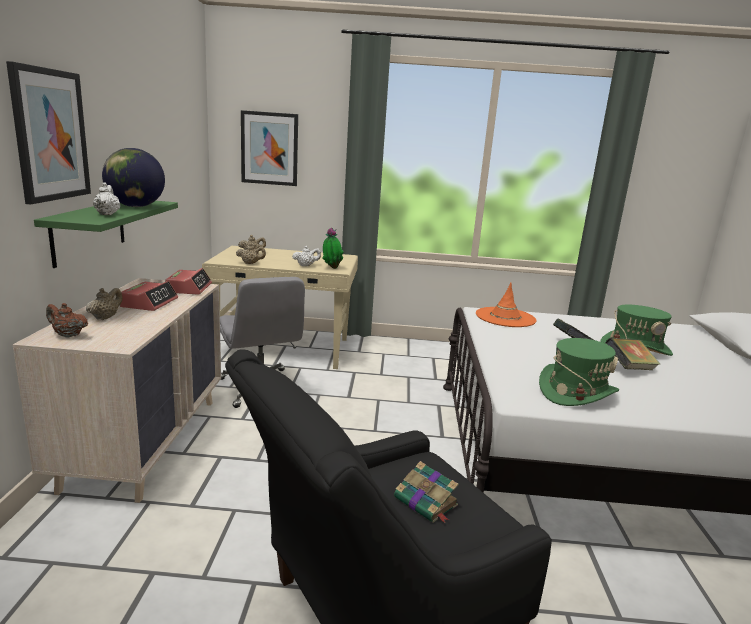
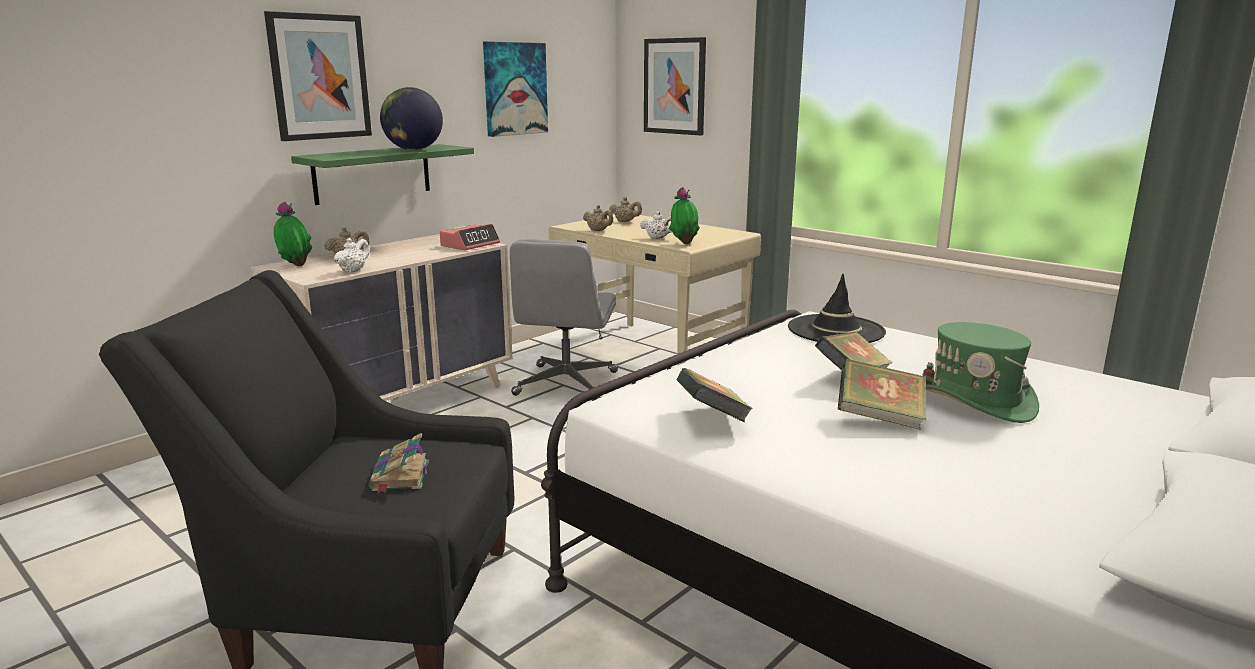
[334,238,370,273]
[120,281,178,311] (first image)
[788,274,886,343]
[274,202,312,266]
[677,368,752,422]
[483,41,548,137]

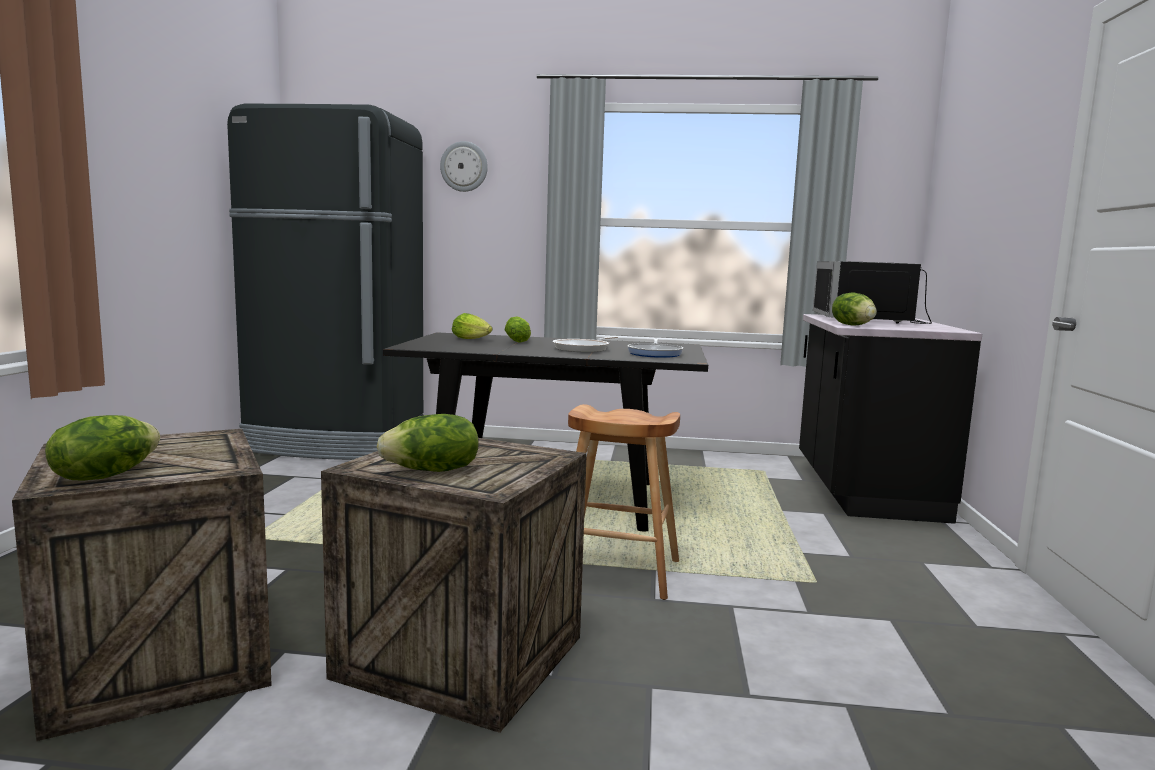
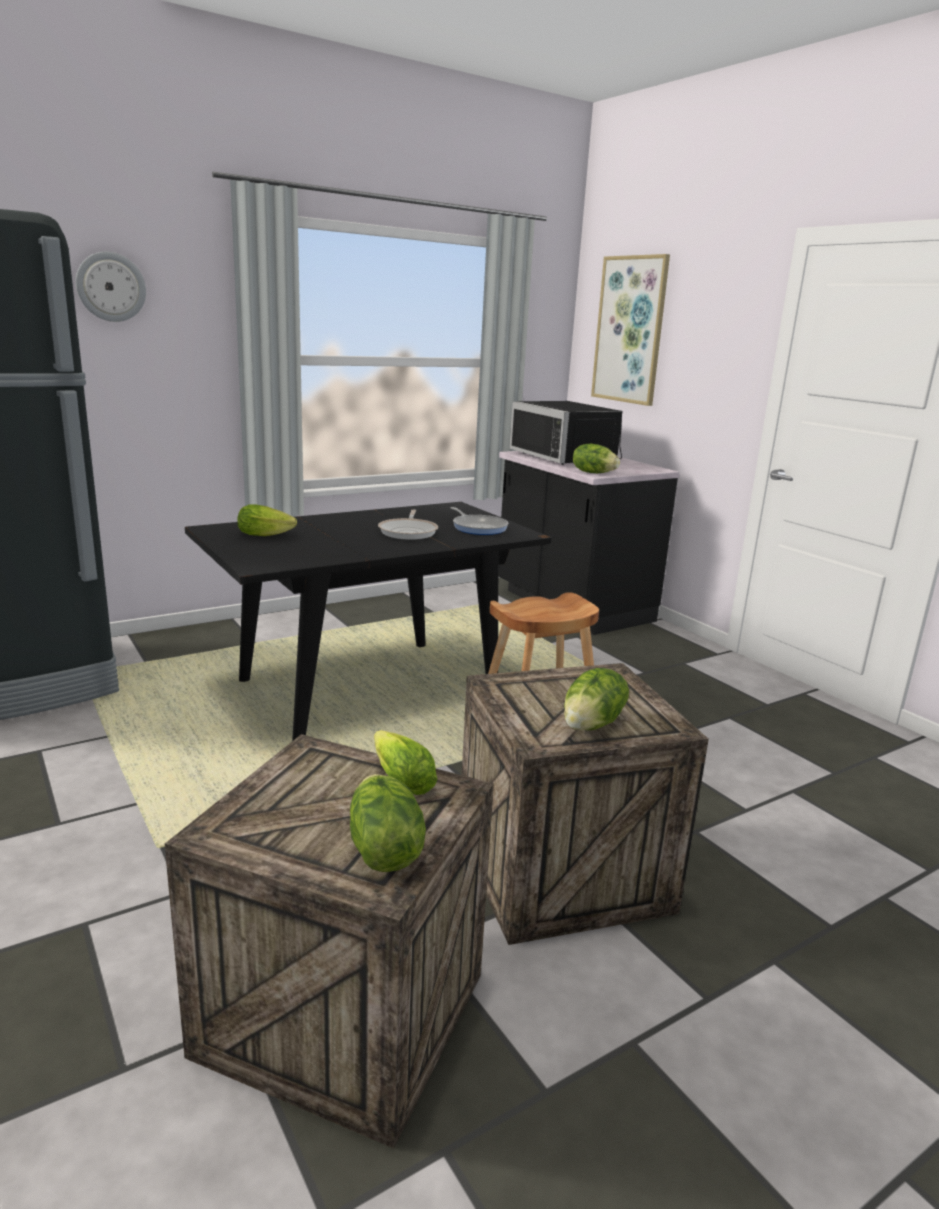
[374,730,438,795]
[591,254,670,406]

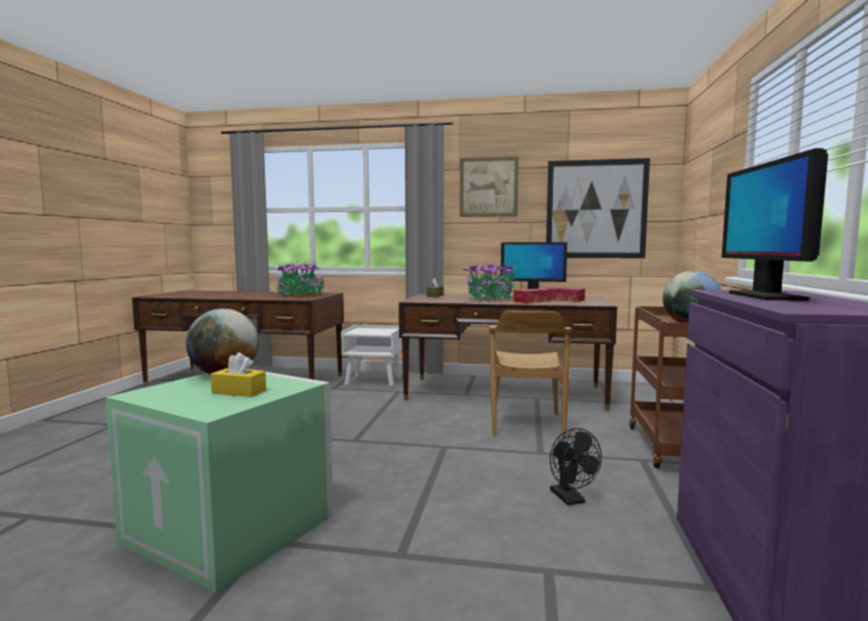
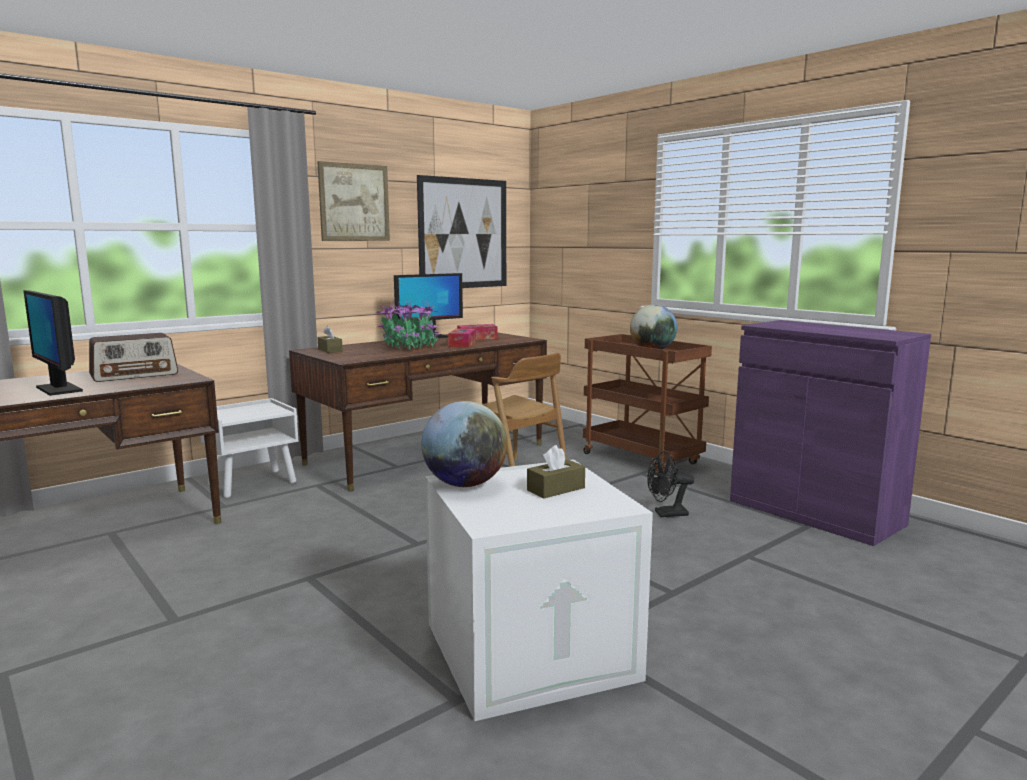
[23,290,83,396]
[89,333,178,382]
[527,445,585,498]
[425,459,653,721]
[647,451,694,517]

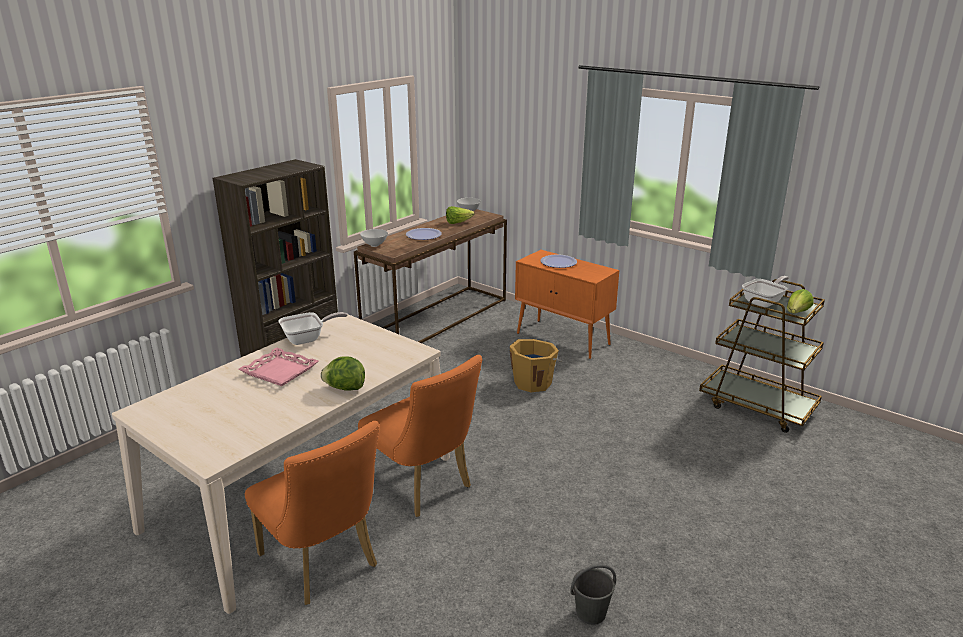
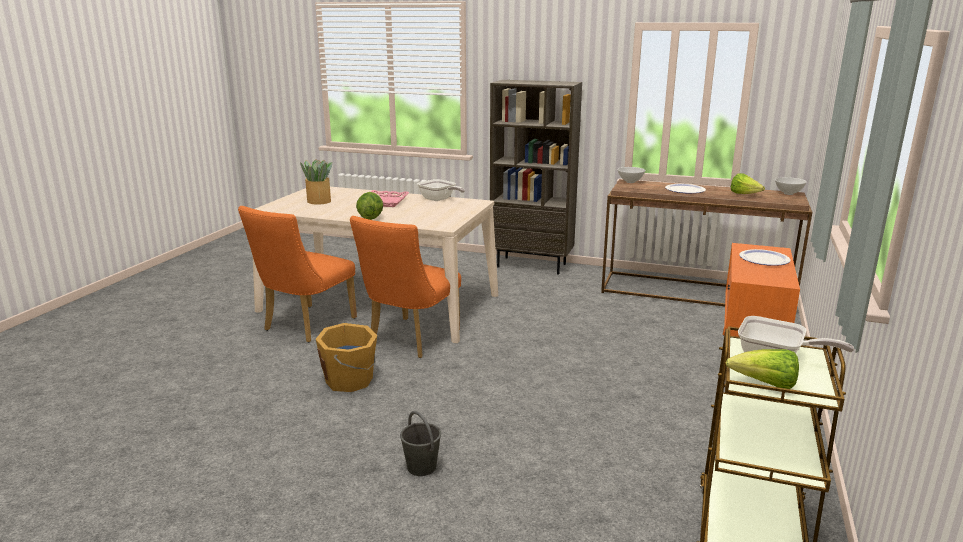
[316,323,377,392]
[400,411,441,476]
[300,159,332,204]

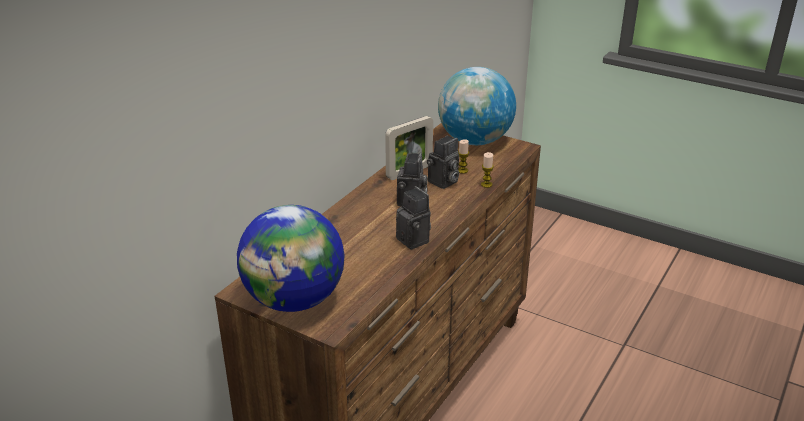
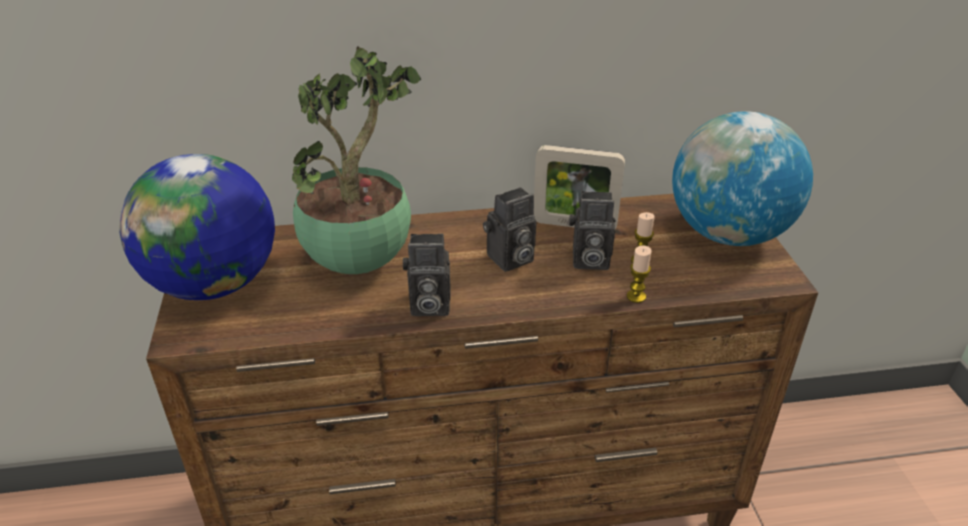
[403,234,451,316]
[292,47,421,274]

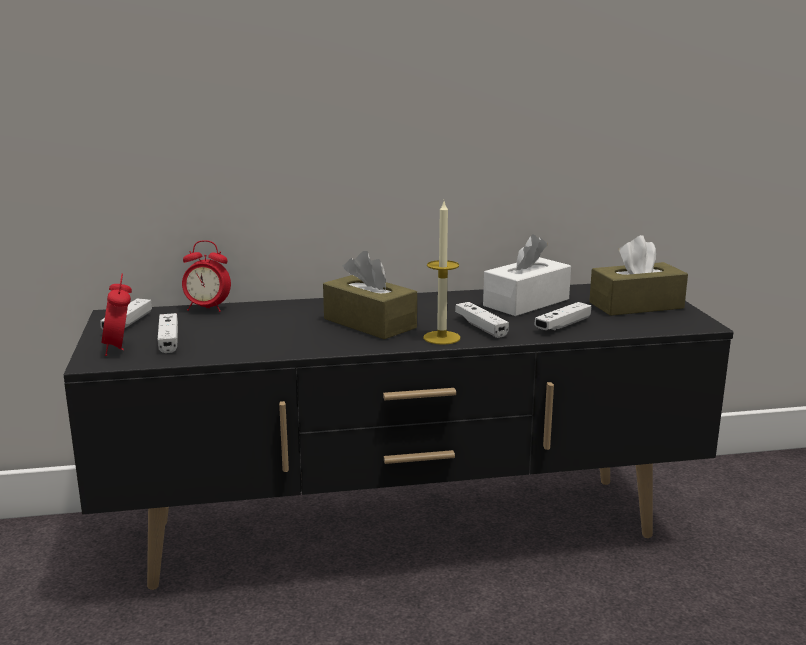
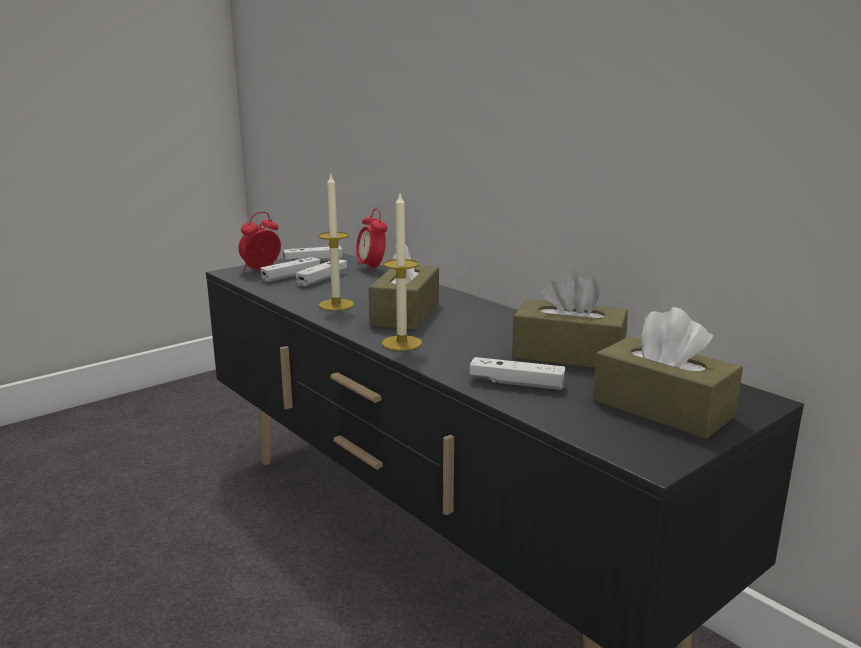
[512,270,628,368]
[296,259,347,286]
[318,175,354,311]

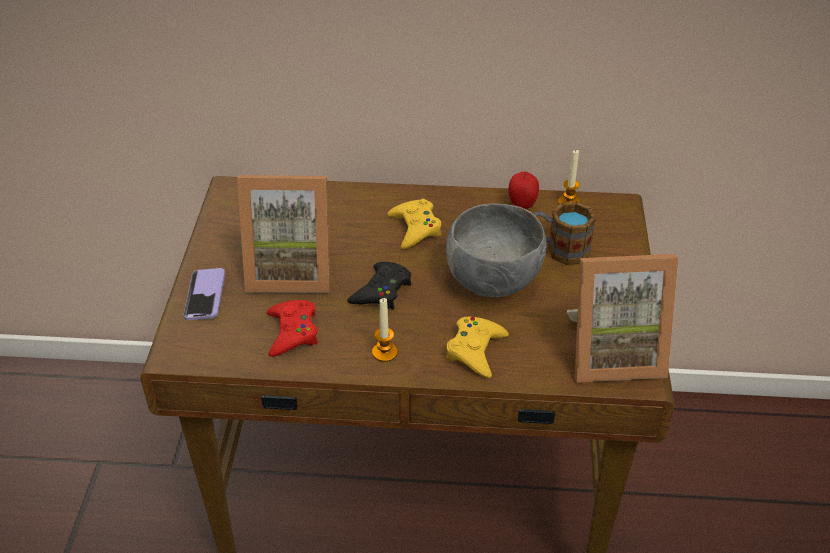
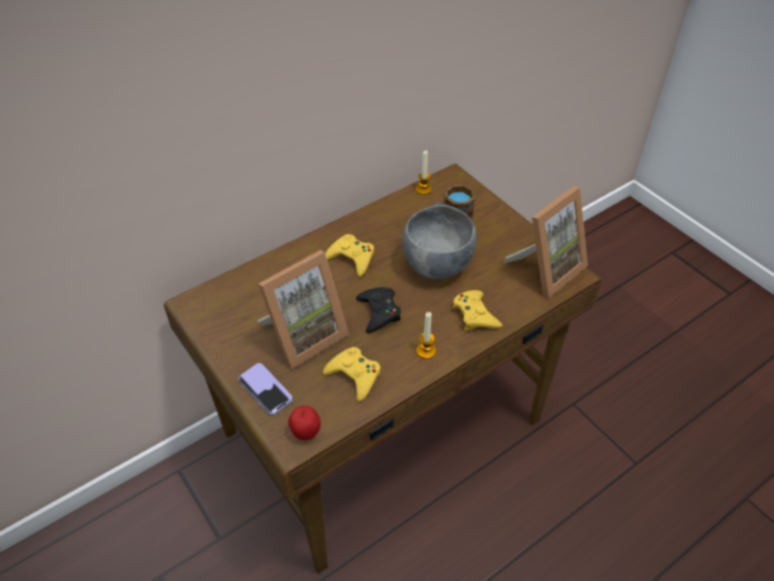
[288,406,321,440]
[323,347,381,402]

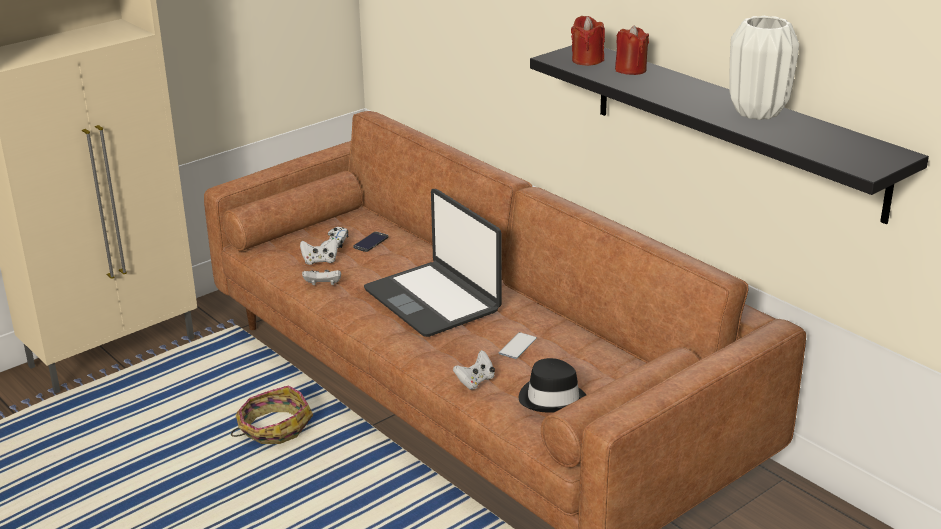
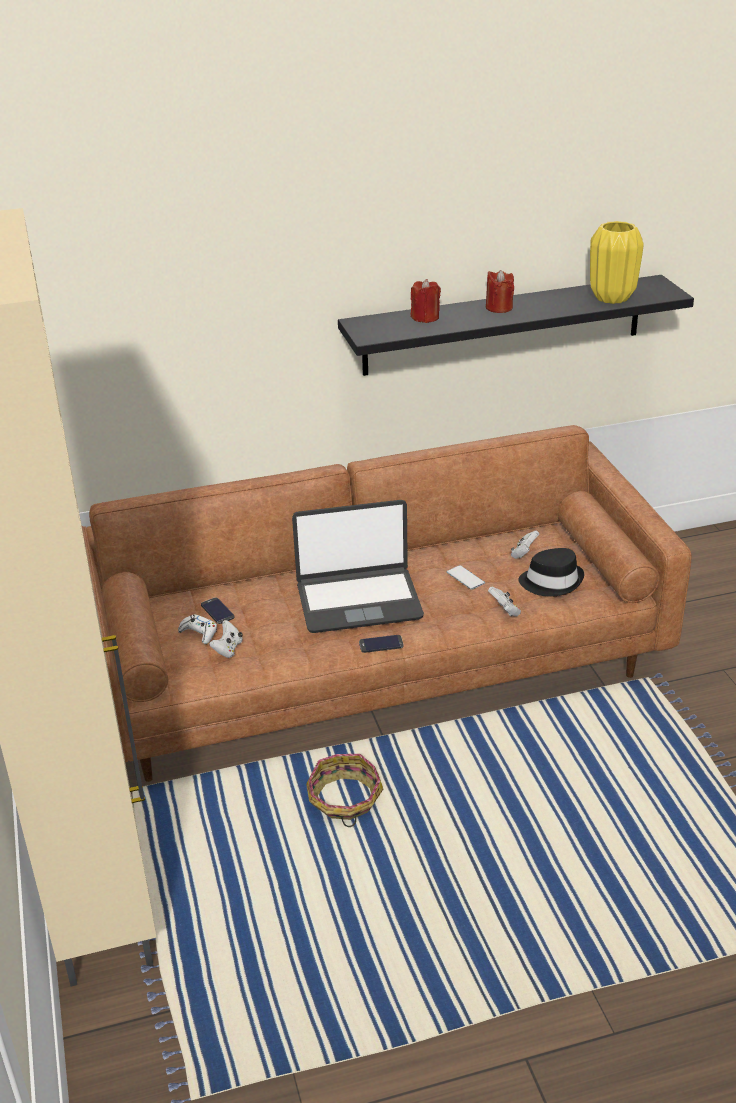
[486,270,514,313]
[729,16,799,120] (first image)
[511,530,539,559]
[590,221,644,304]
[359,635,404,653]

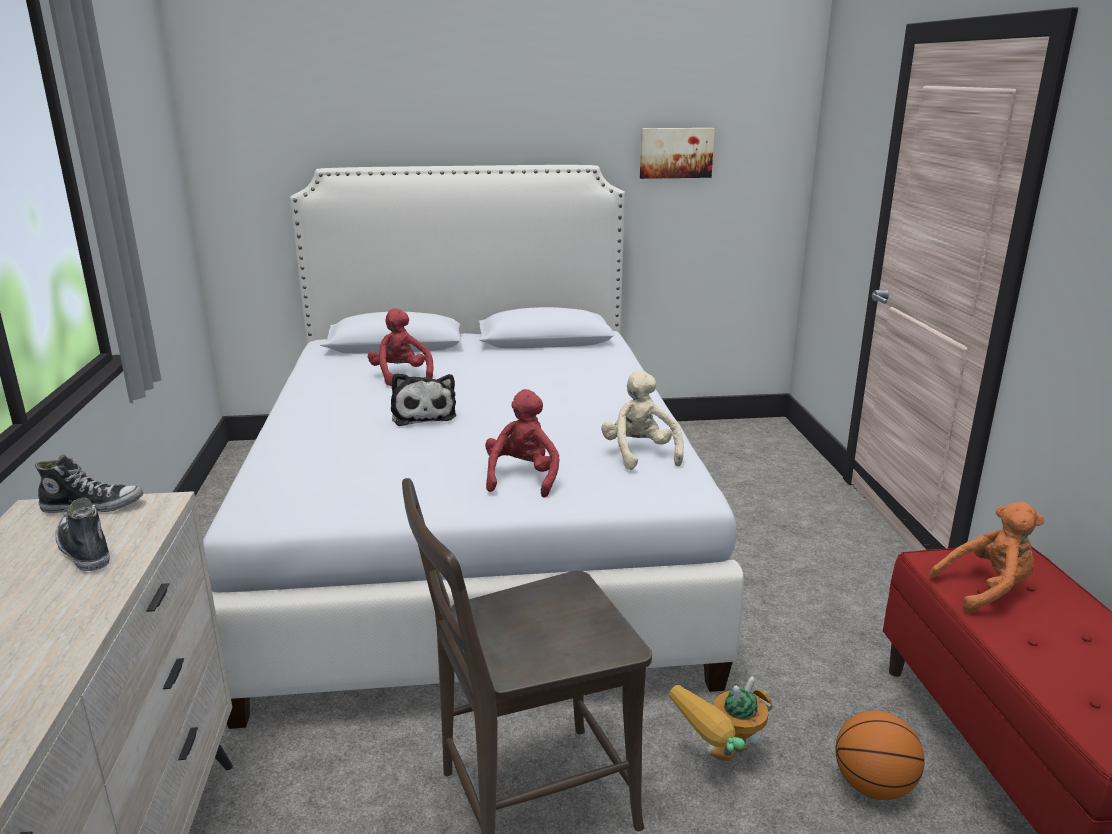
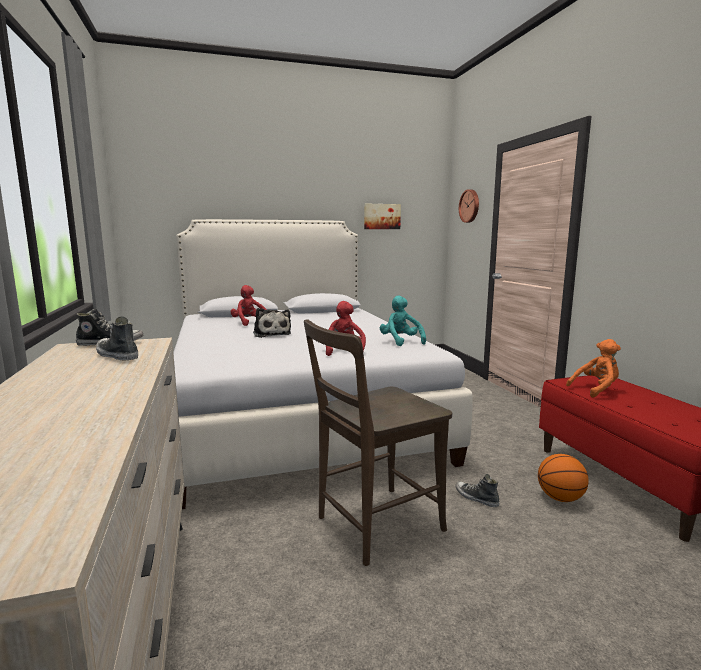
[380,295,426,346]
[455,474,500,507]
[459,189,479,223]

